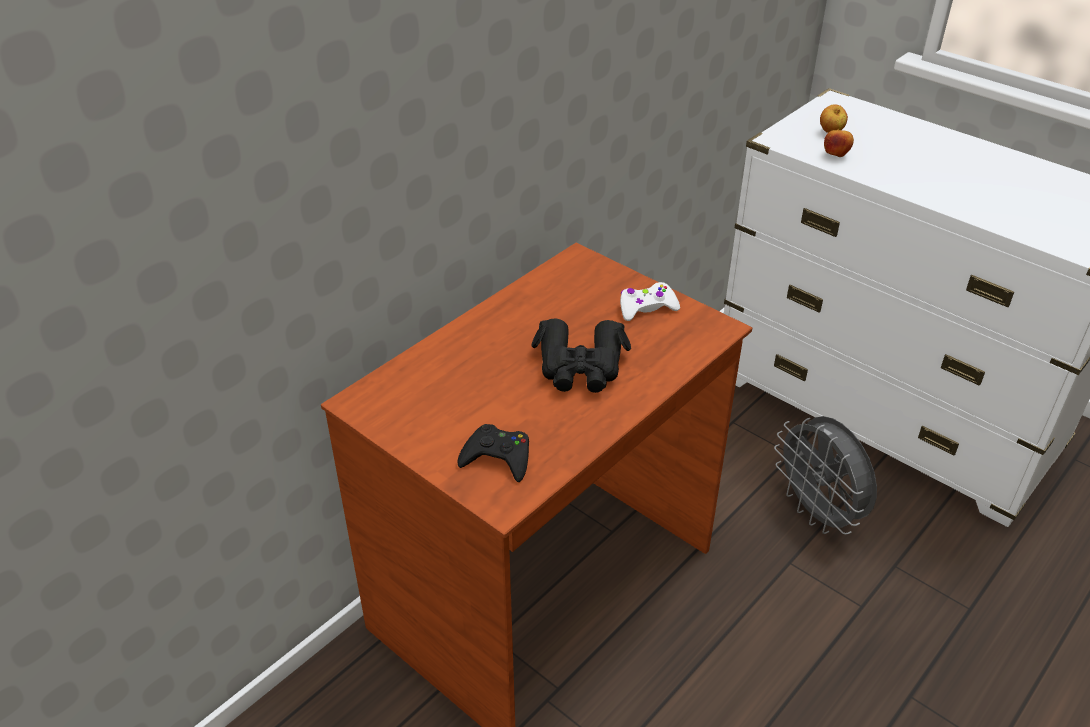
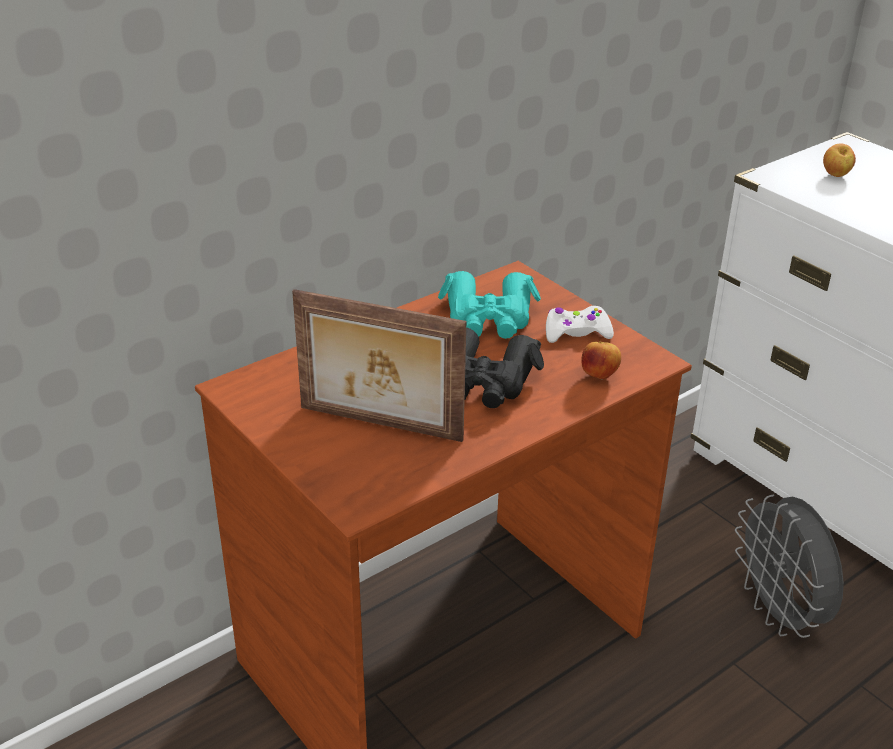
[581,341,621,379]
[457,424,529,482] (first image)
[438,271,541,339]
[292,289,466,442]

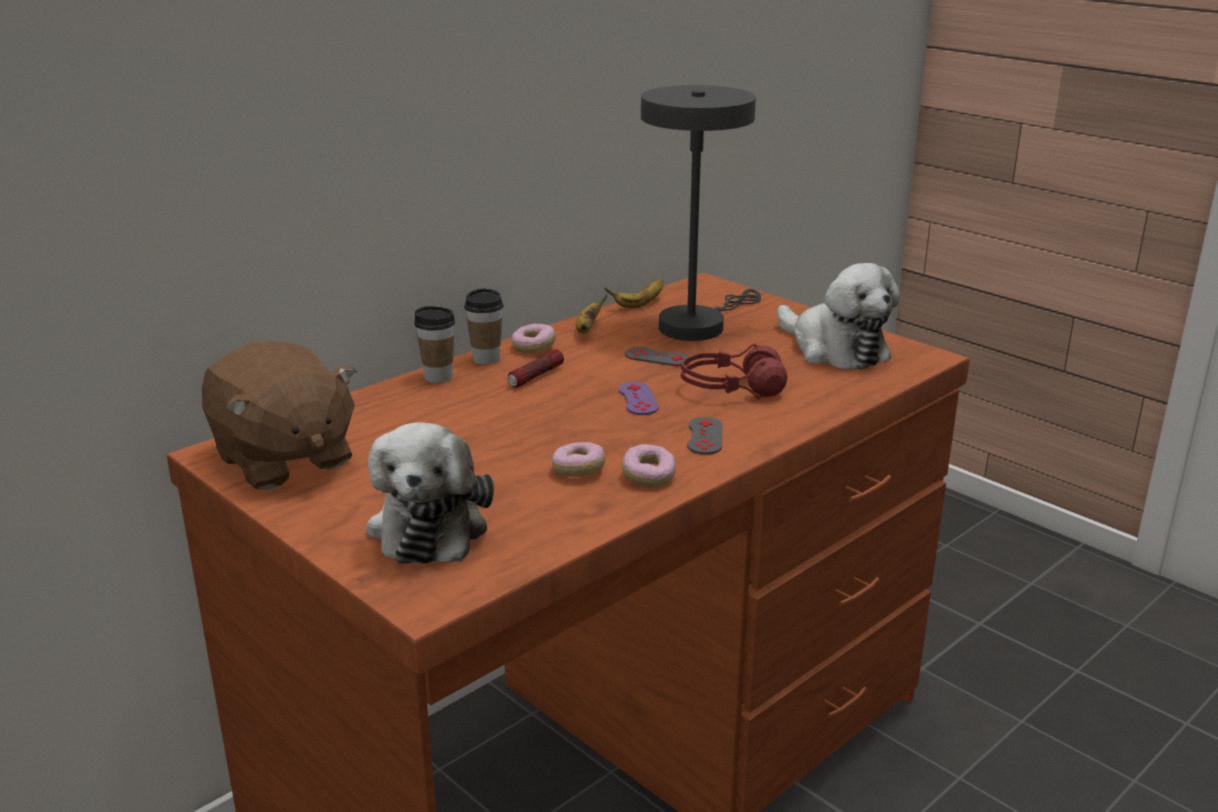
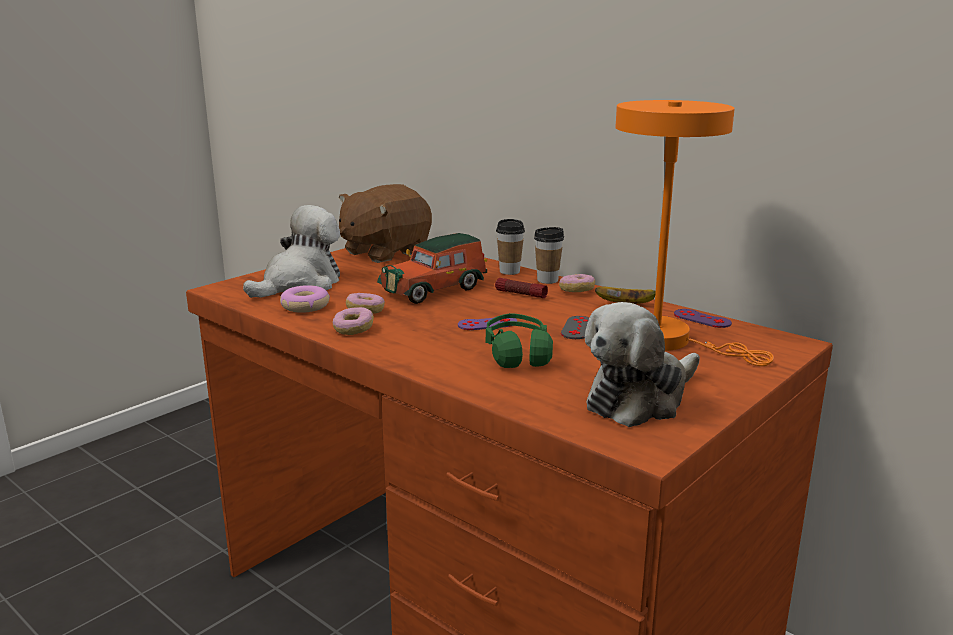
[615,100,774,366]
[674,309,732,328]
[486,313,553,368]
[687,417,723,455] (first image)
[243,205,340,298]
[377,233,487,304]
[280,285,330,313]

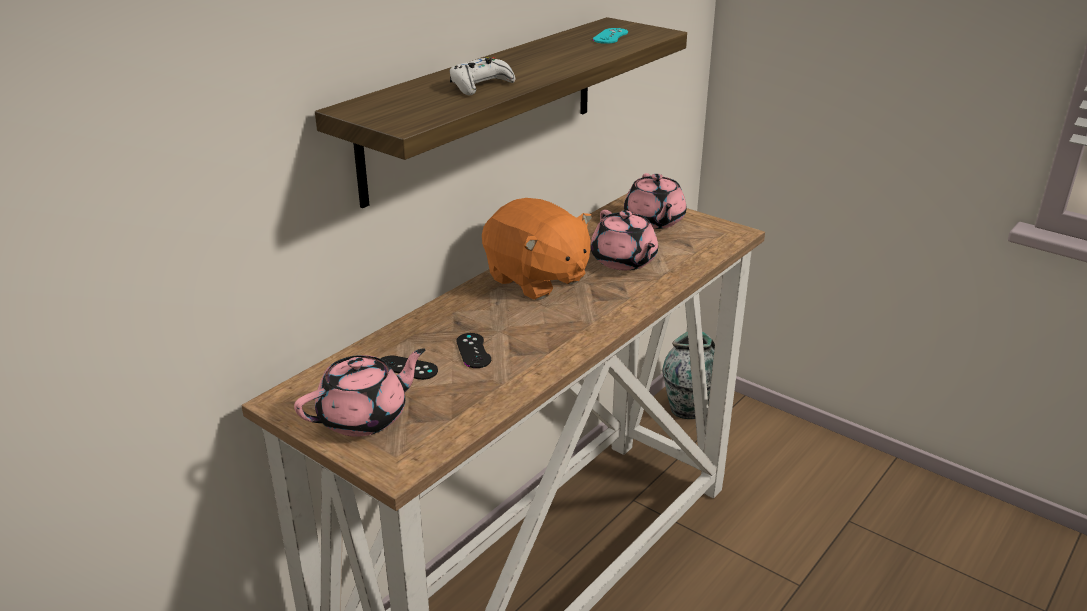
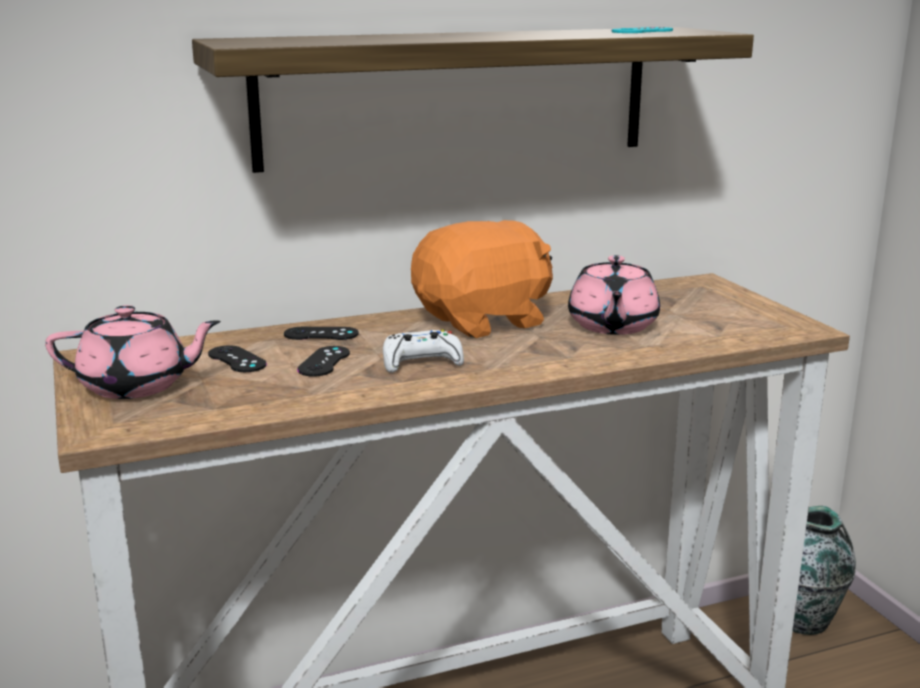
[383,329,464,373]
[624,173,686,229] (first image)
[411,220,553,338]
[284,327,358,340]

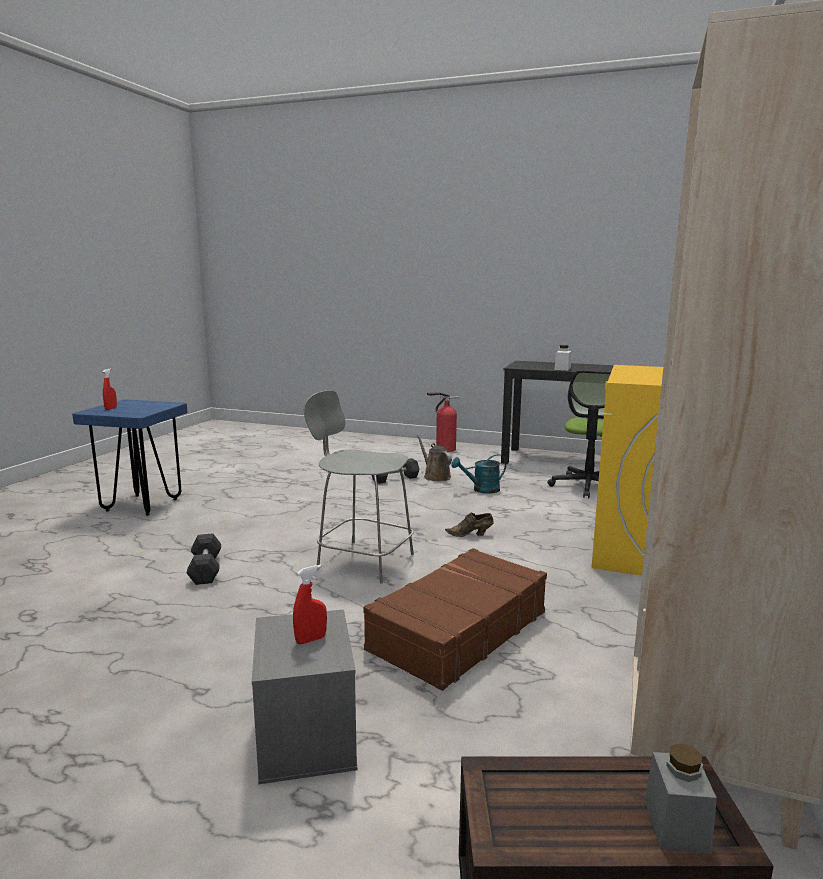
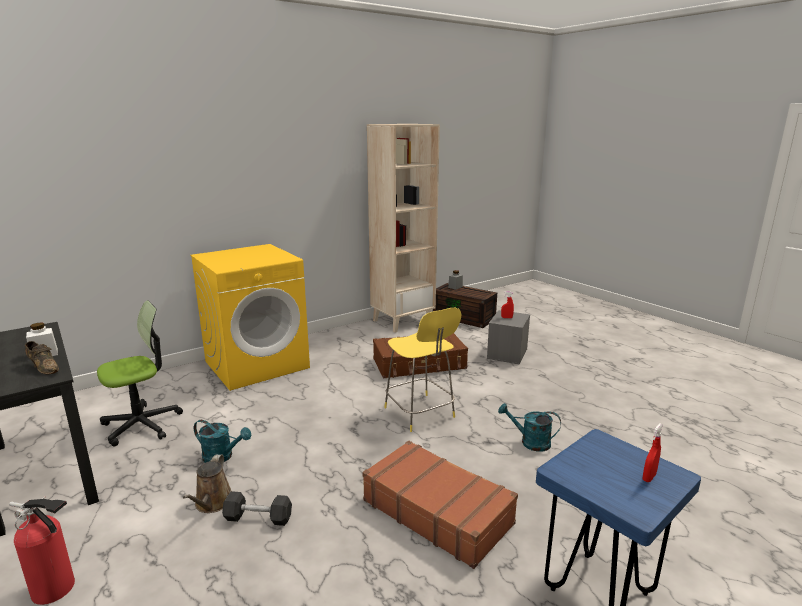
[384,308,462,432]
[25,341,59,374]
[498,403,561,452]
[362,441,518,569]

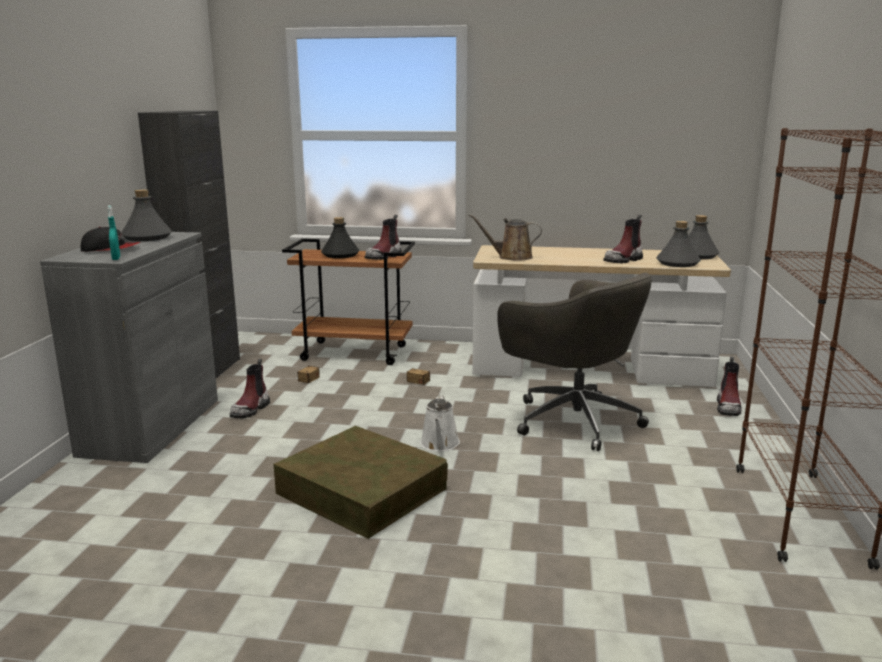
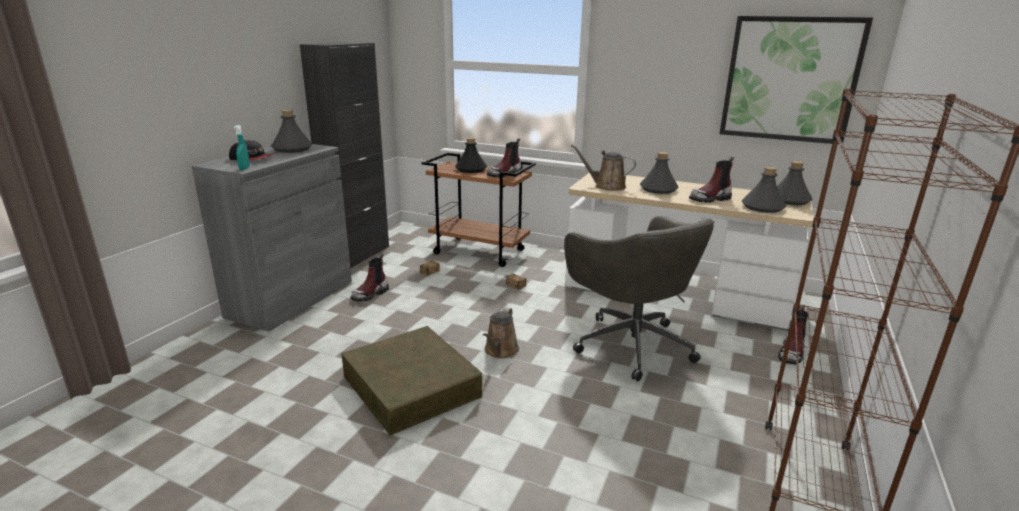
[483,308,519,358]
[720,16,873,144]
[640,152,679,194]

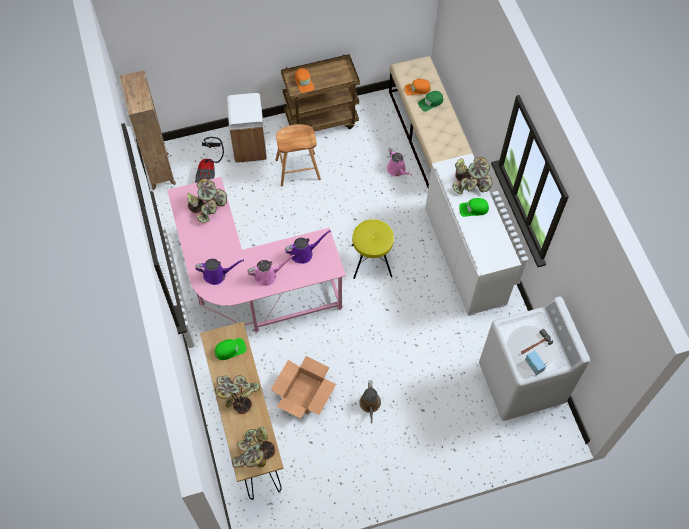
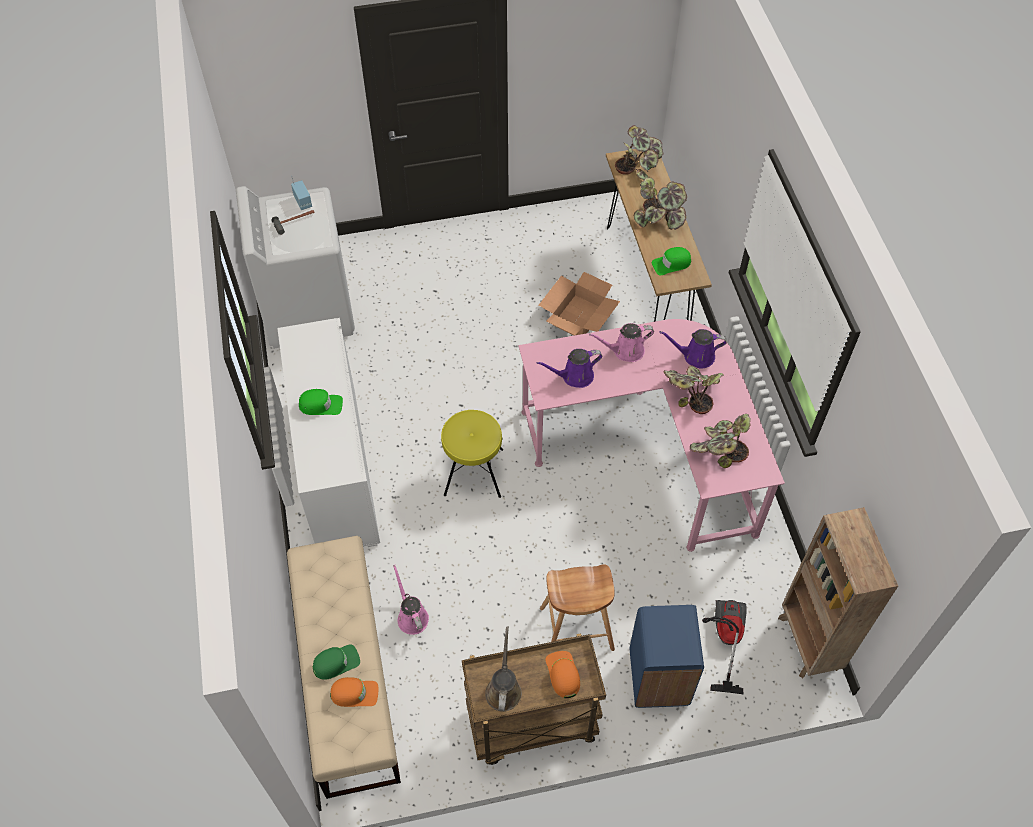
[630,605,704,708]
[664,365,724,414]
[485,627,522,712]

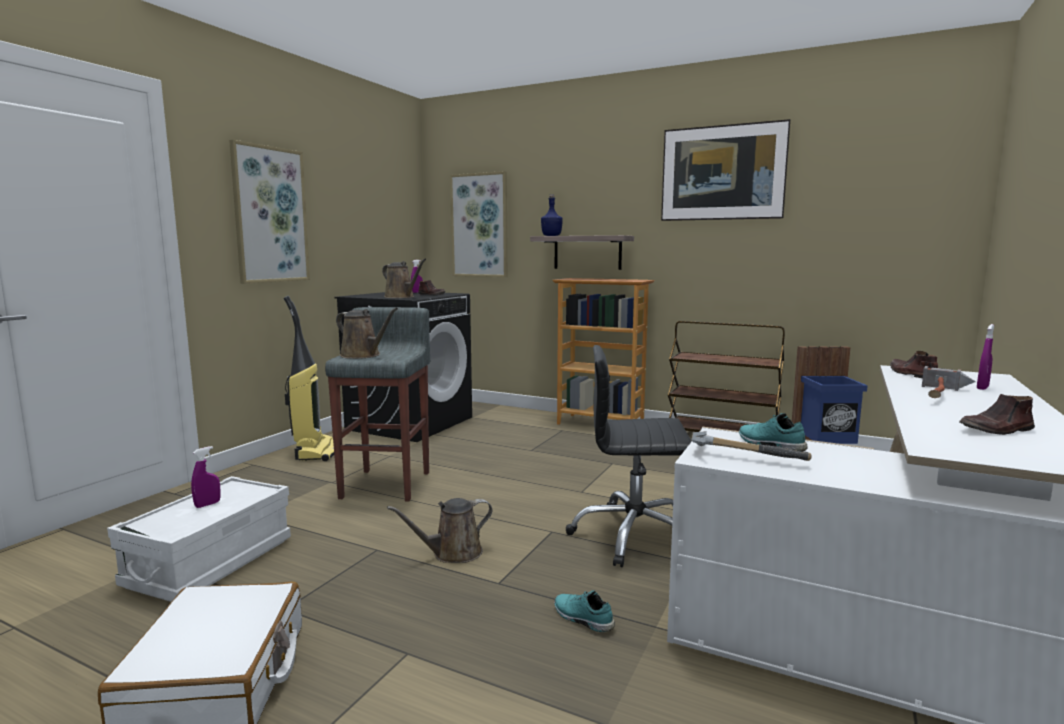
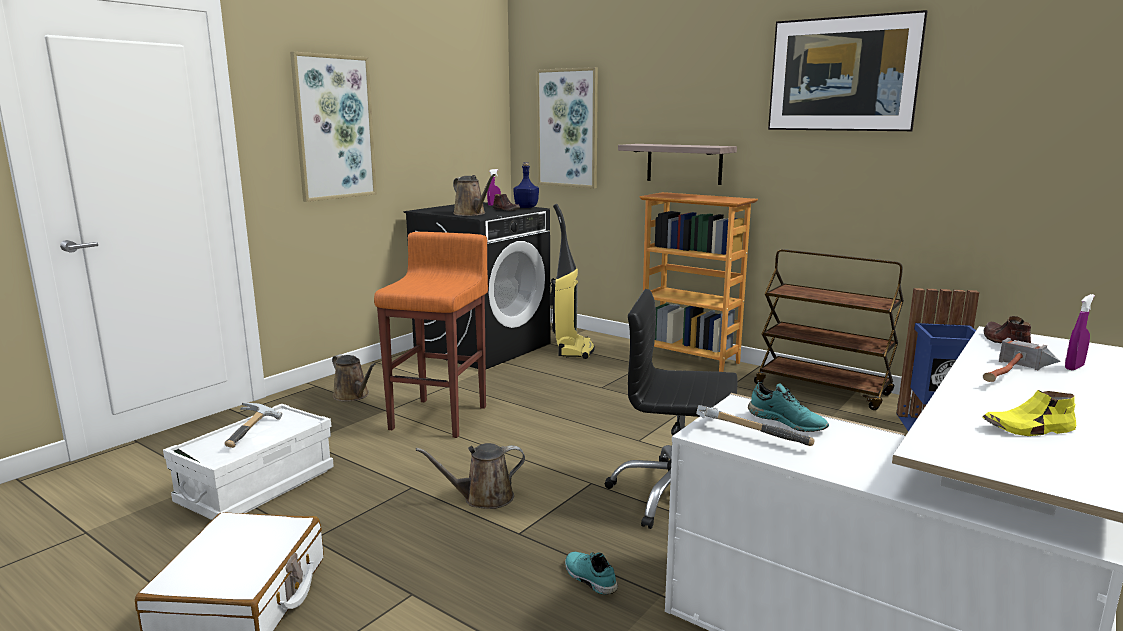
[514,162,539,208]
[549,204,595,359]
[374,232,488,438]
[332,354,376,401]
[983,390,1076,436]
[748,382,829,432]
[225,403,282,448]

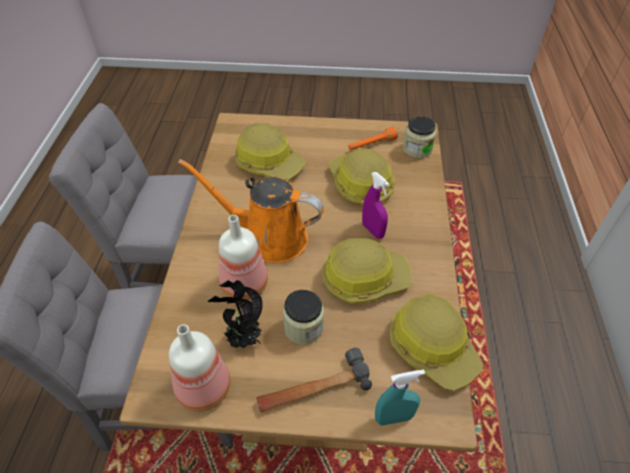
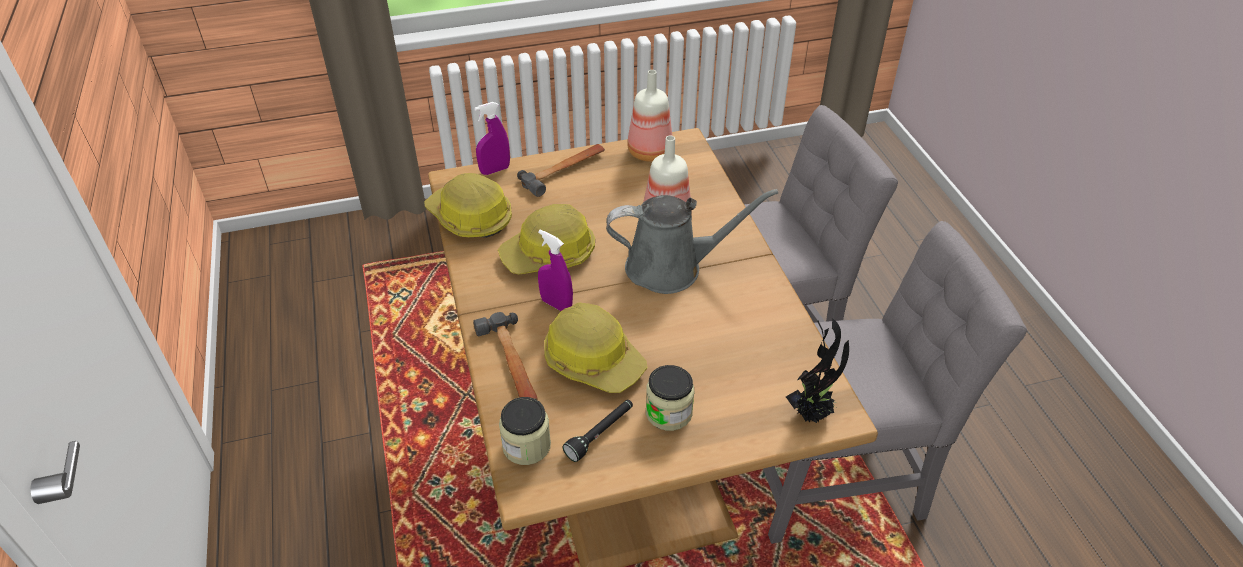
[235,123,306,180] (first image)
[563,400,633,462]
[606,189,778,294]
[786,318,849,423]
[646,365,694,431]
[474,102,510,175]
[473,312,538,400]

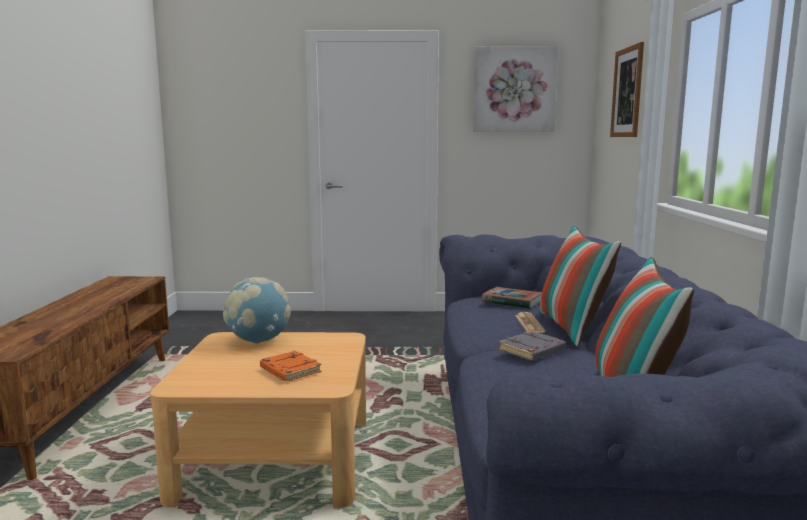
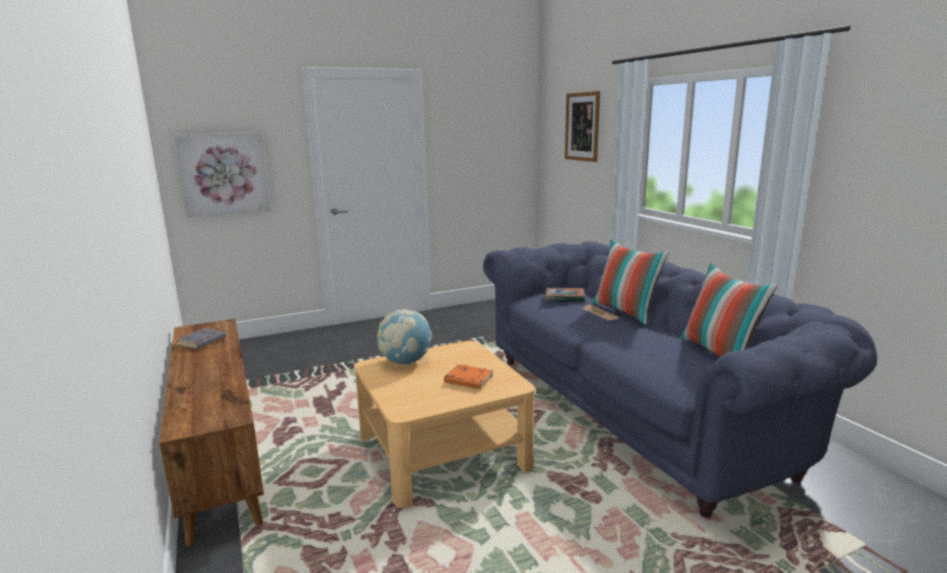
[174,132,271,217]
[176,328,226,349]

